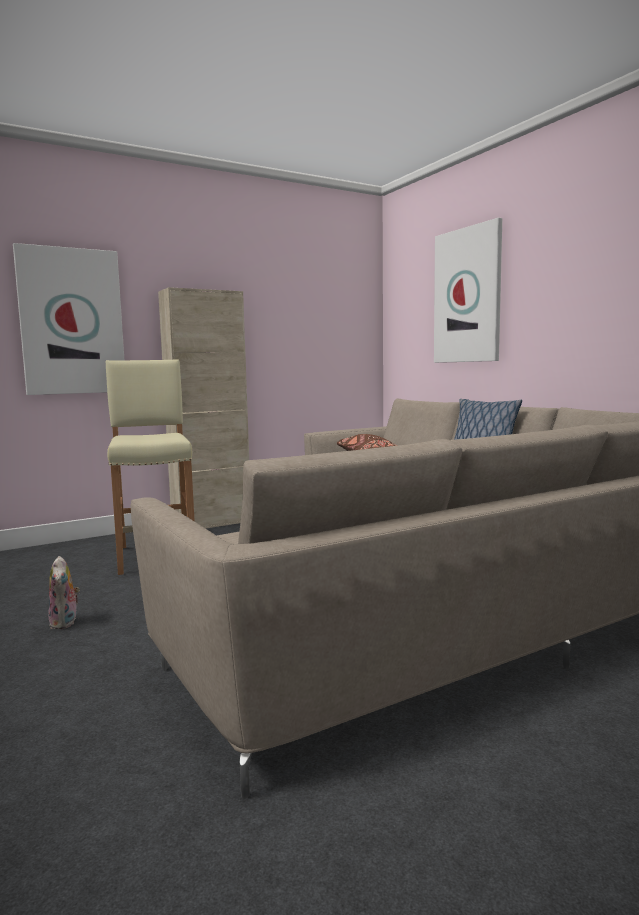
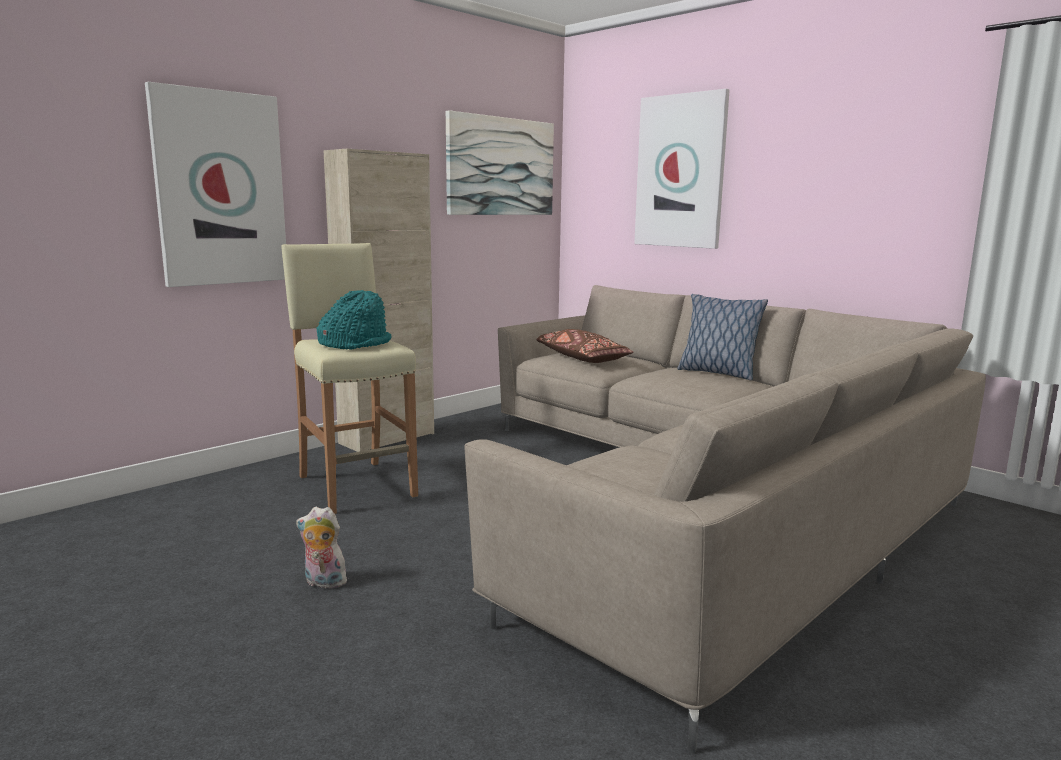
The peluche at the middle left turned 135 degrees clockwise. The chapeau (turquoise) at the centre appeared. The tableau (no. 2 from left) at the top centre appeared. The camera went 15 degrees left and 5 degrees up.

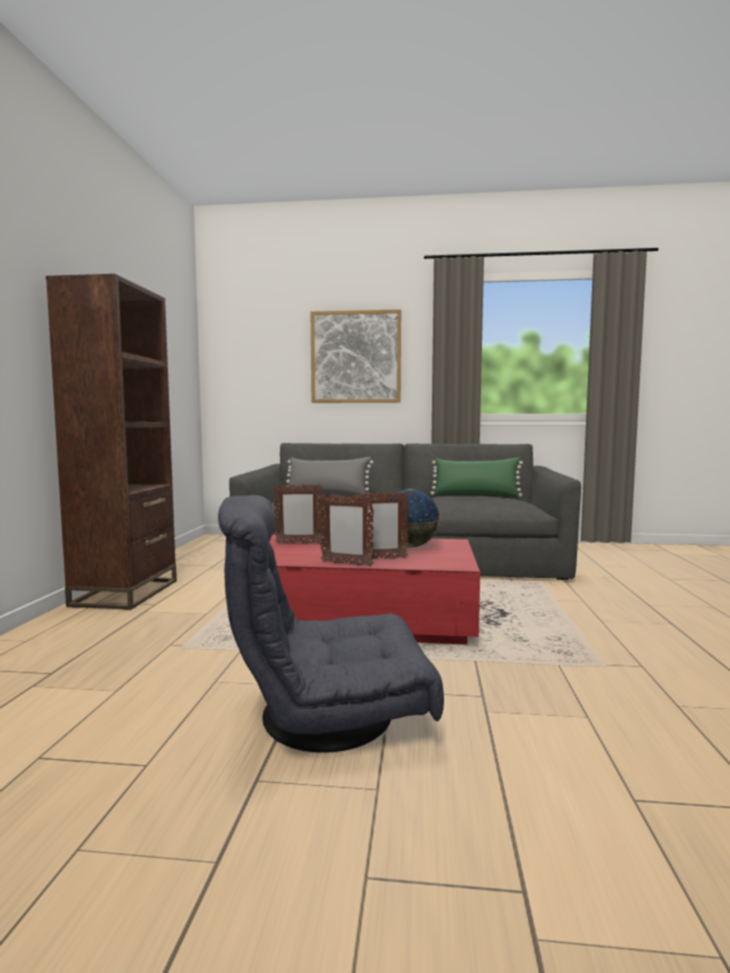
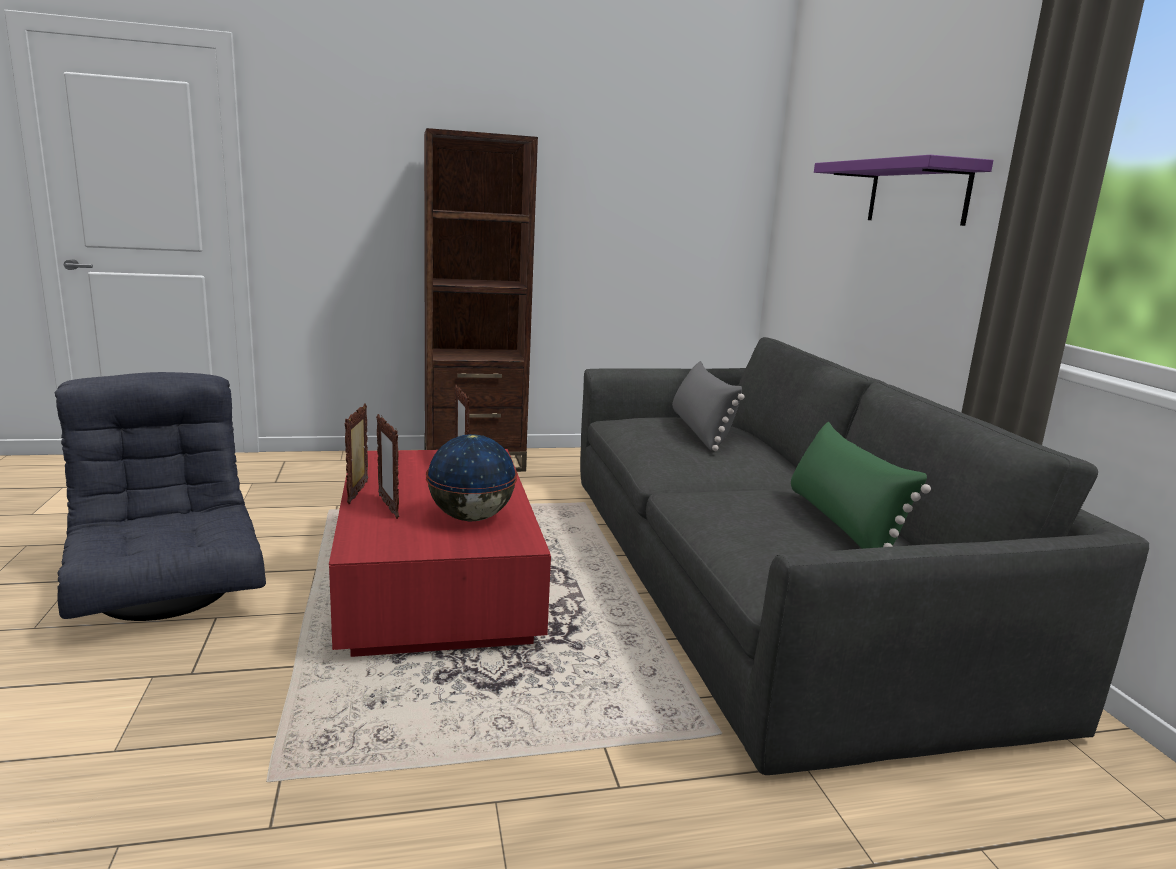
The tableau at the centre was replaced by the étagère (violet) at the top right. The camera went 70 degrees right and 10 degrees up.

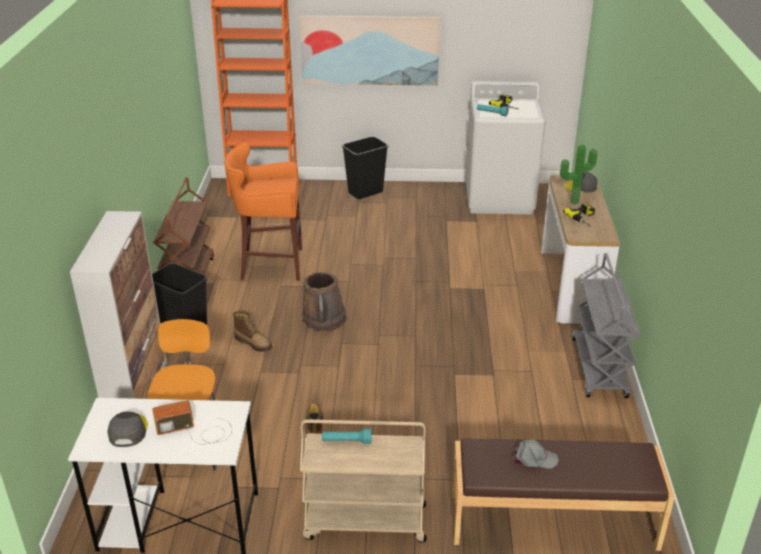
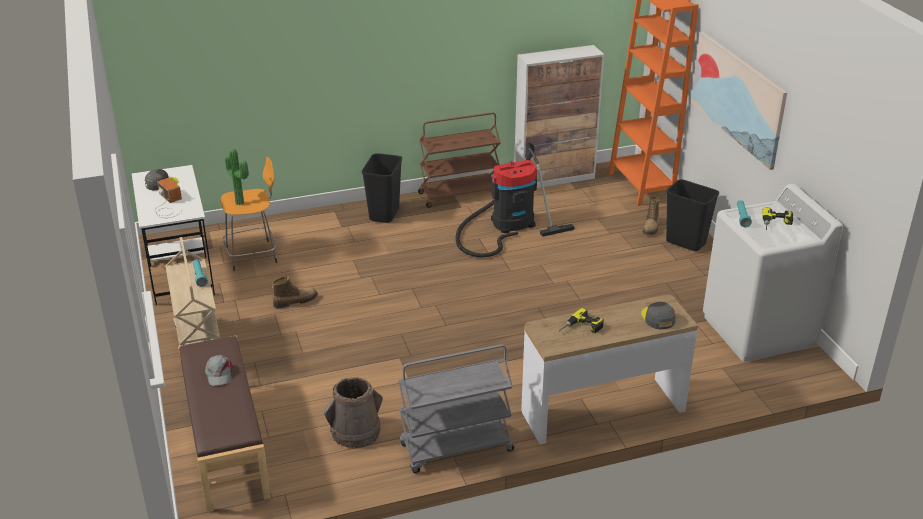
The meuble de rangement moved from the middle left to the top centre. The tabouret (orange) (no. 2 from left) at the centre was replaced by the aspirateur at the centre. The botte (no. 1 from left in the first image) moved from the middle left to the middle right. The seau (marron) moved from the centre to the bottom centre. The plante en pot moved from the top right to the middle left. The camera went 70 degrees right and 0 degrees up.

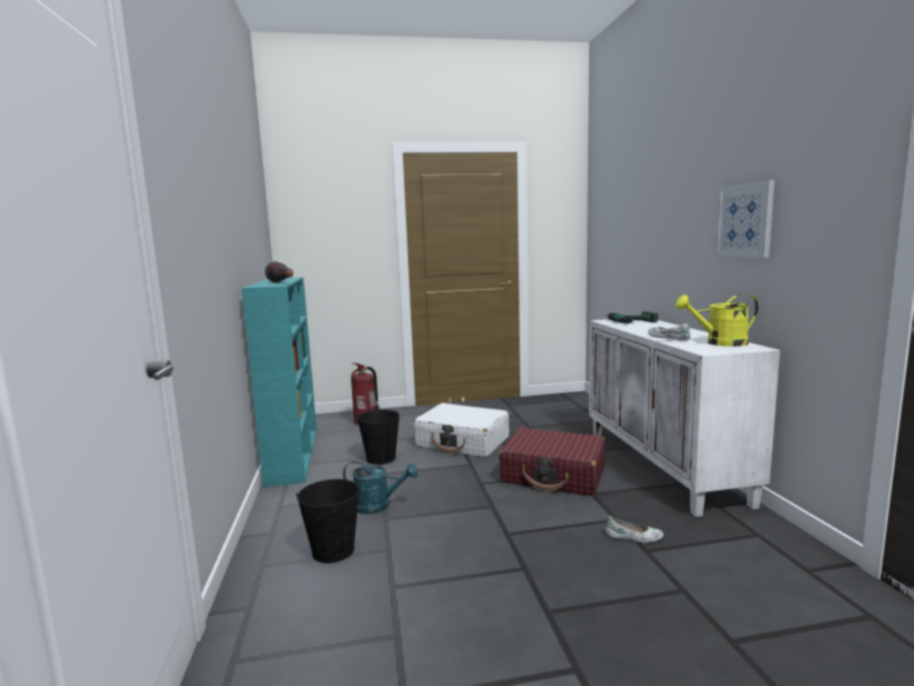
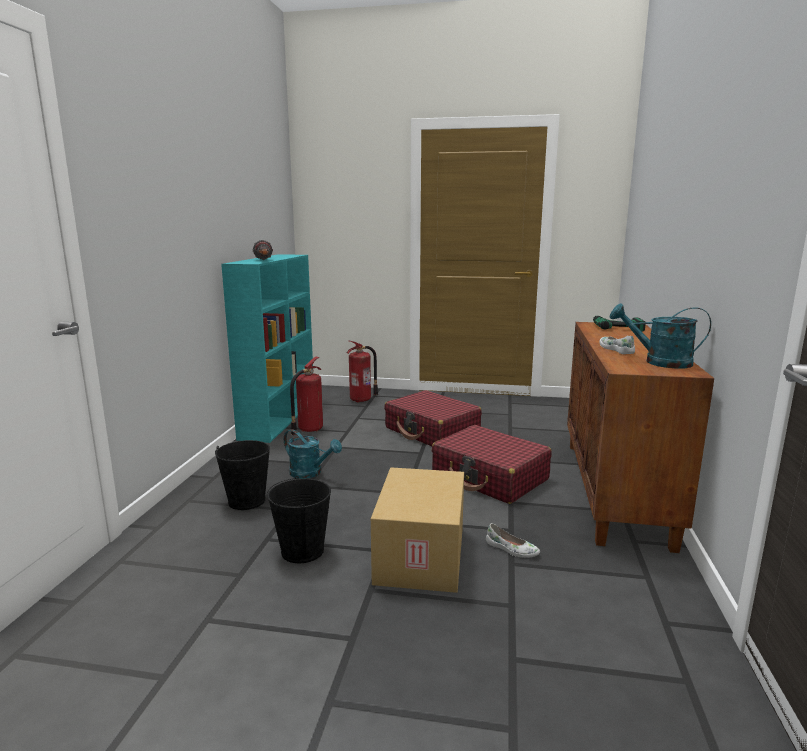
The seau (noir) (no. 2 from left) moved from the centre to the bottom centre. The valise (blanc) at the centre became the valise (rouge) (no. 1 from left) at the centre. The meuble de rangement (blanc) at the middle right became the meuble de rangement (marron) at the middle right. The arrosoir (jaune) at the middle right became the arrosoir (turquoise) (no. 2 from left) at the middle right. The tableau at the top right disappeared. The extincteur (no. 1 from left) at the centre appeared. The carton at the bottom centre appeared. The camera went 20 degrees right and 5 degrees up.

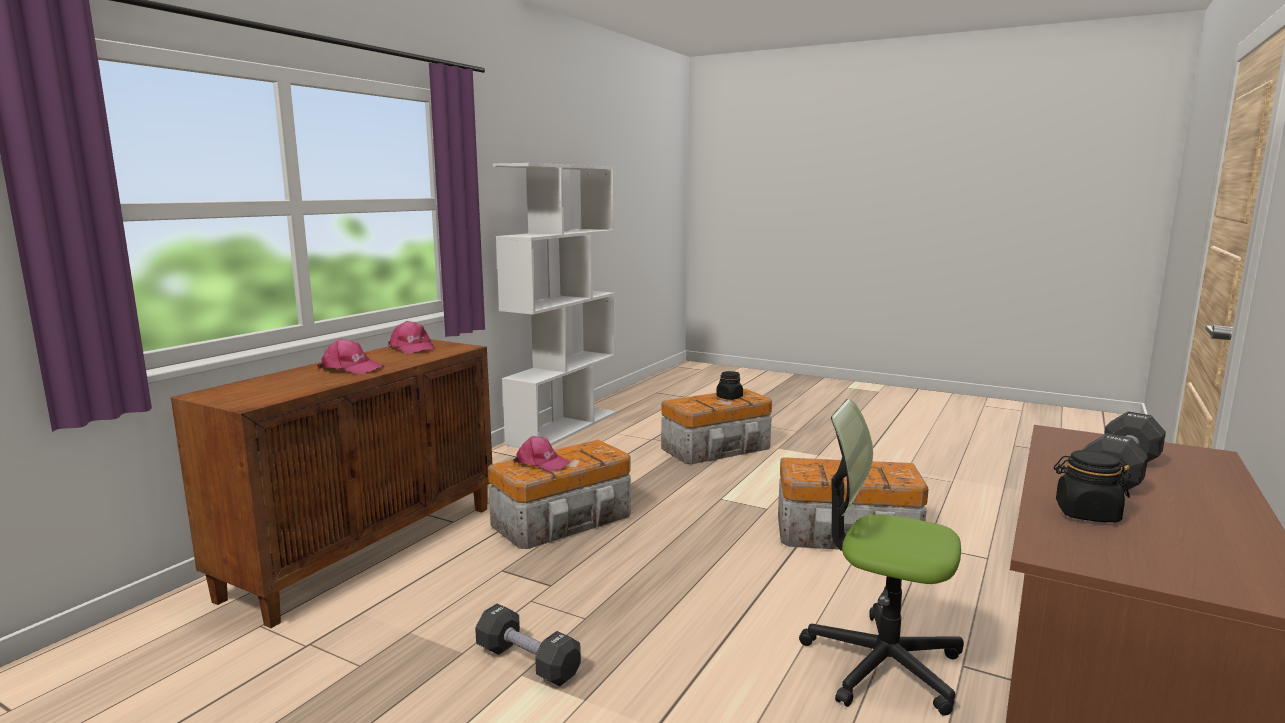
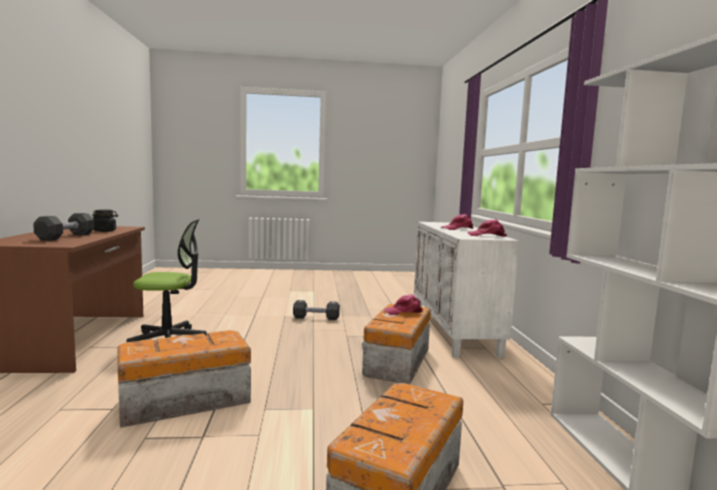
The meuble de rangement (marron) at the bottom left became the meuble de rangement (blanc) at the centre. The bocal (noir) (no. 1 from left) at the centre disappeared. The camera went 145 degrees right and 5 degrees down.

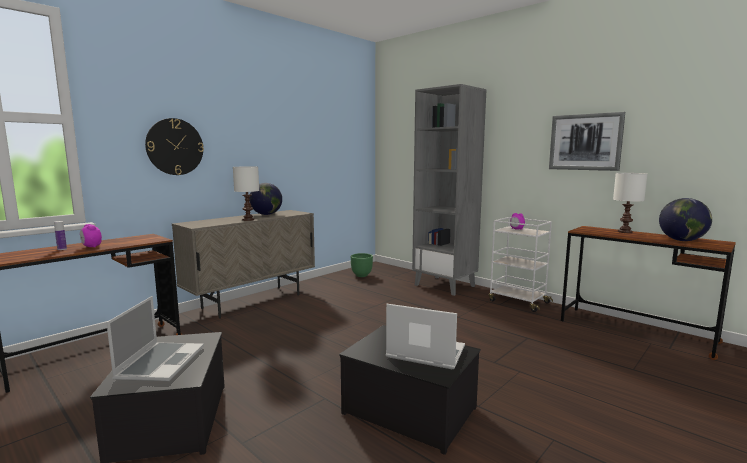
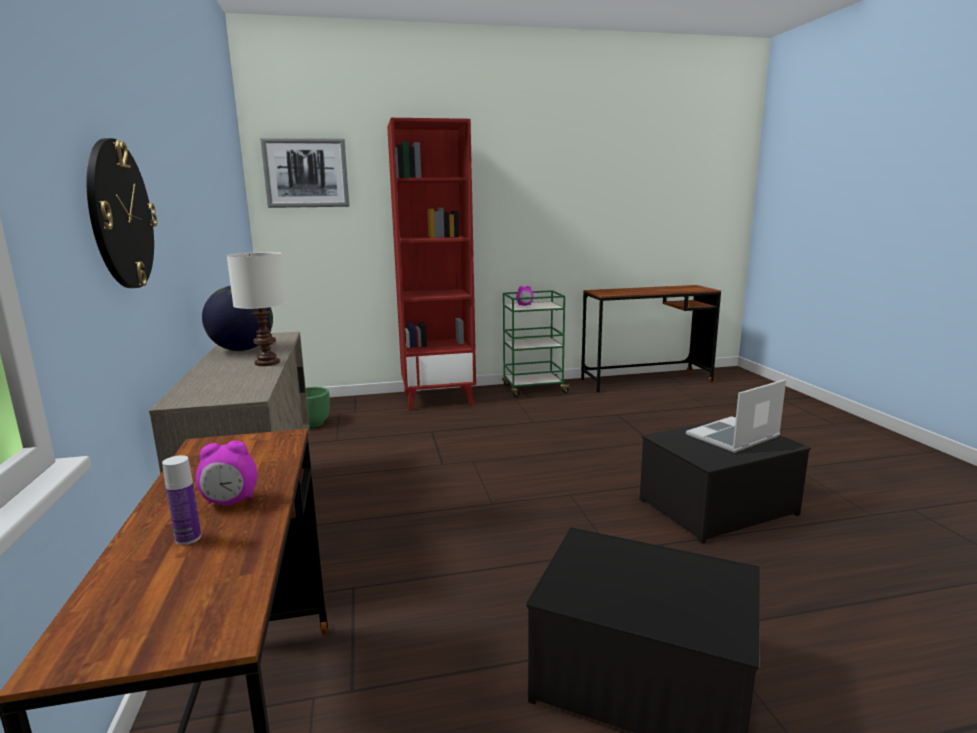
The ordinateur portable (no. 1 from left) at the bottom left disappeared. The bibliothèque (gris) at the centre became the bibliothèque (rouge) at the centre. The chariot (blanc) at the middle right became the chariot (vert) at the centre. The tableau moved from the top right to the top left. The lampe de table (blanc) (no. 2 from left) at the middle right disappeared. The globe (no. 2 from left) at the middle right disappeared. The camera went 55 degrees left and 5 degrees up.

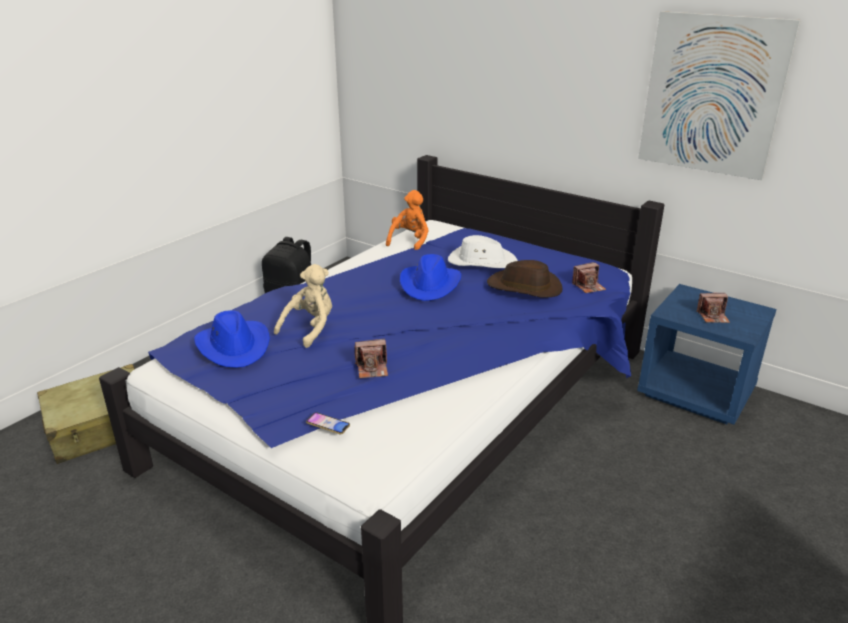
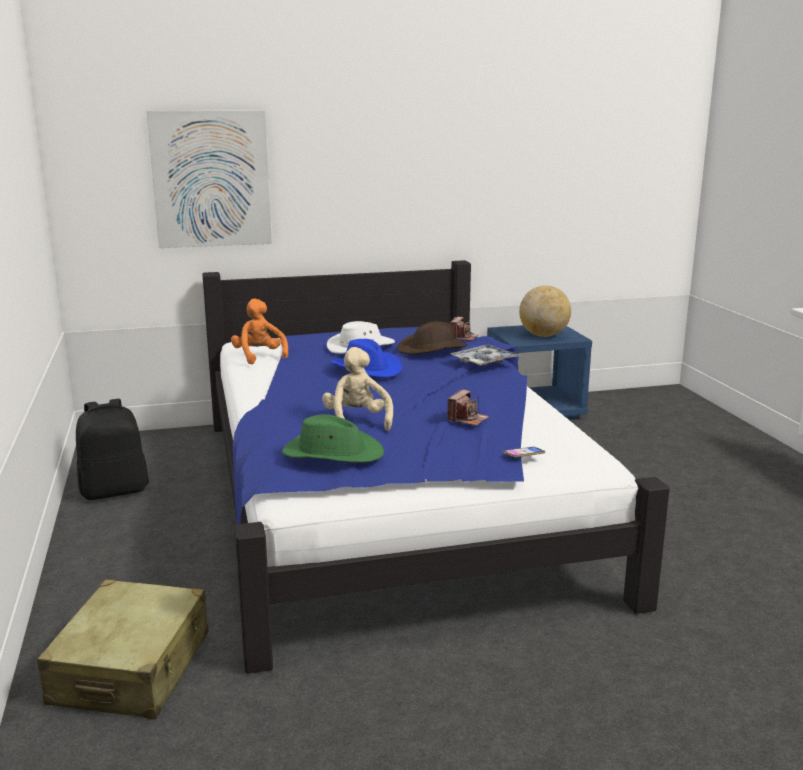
The chapeau (bleu) (no. 1 from left) at the middle left became the chapeau (vert) at the centre. The tableau moved from the top right to the top left. The appareil photo (no. 3 from left) at the middle right was replaced by the globe at the middle right. The plateau at the centre appeared. The camera went 50 degrees left and 10 degrees down.

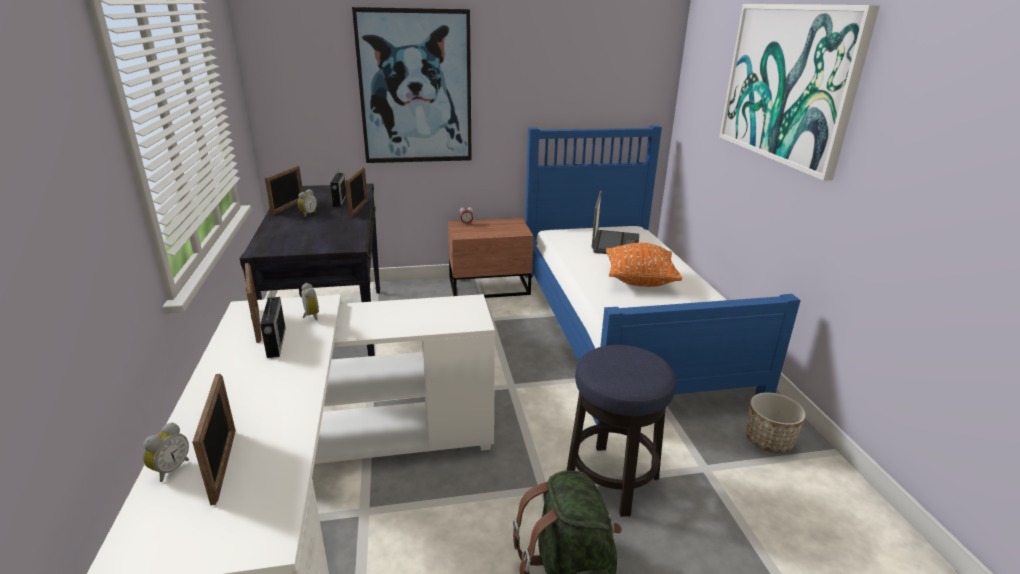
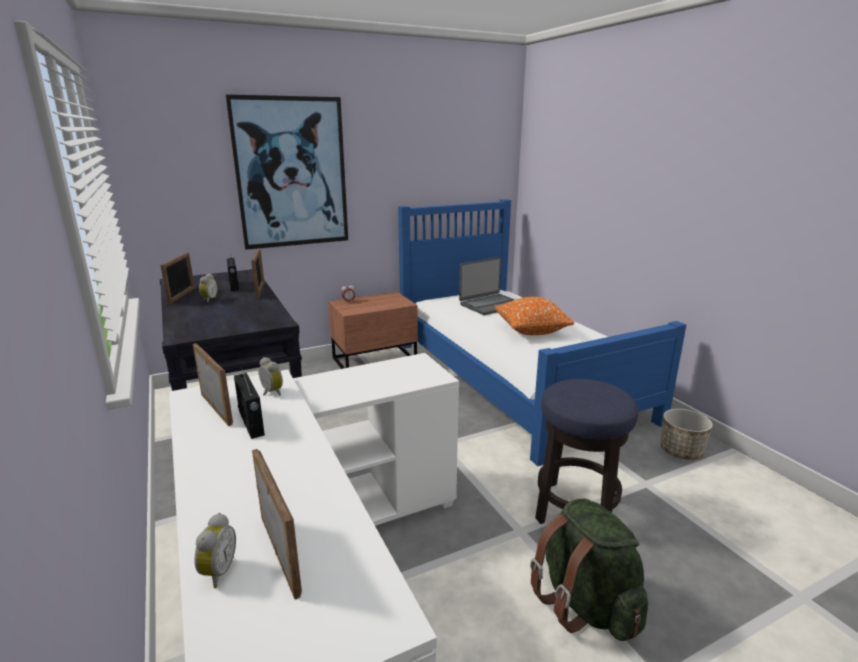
The ordinateur portable at the centre turned 60 degrees clockwise. The tableau (no. 2 from left) at the top right disappeared. The camera went 15 degrees left and 5 degrees down.

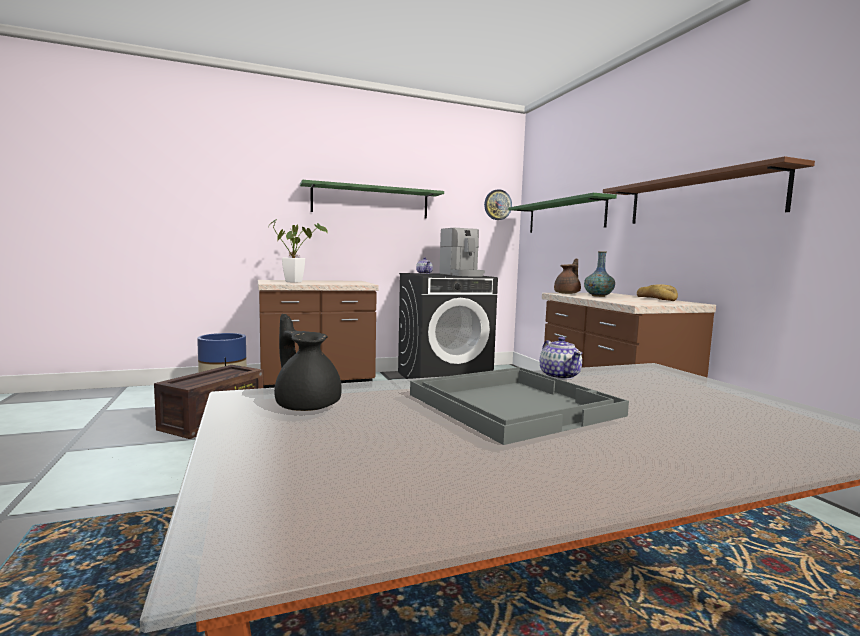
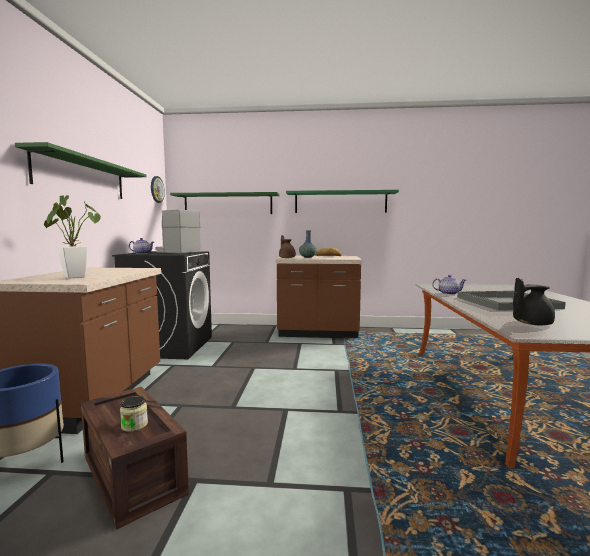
The machine à café at the centre turned 150 degrees counterclockwise. The étagère (marron) at the top right became the étagère (vert) (no. 3 from left) at the centre. The bocal at the bottom left appeared. The camera went 65 degrees left and 0 degrees up.

